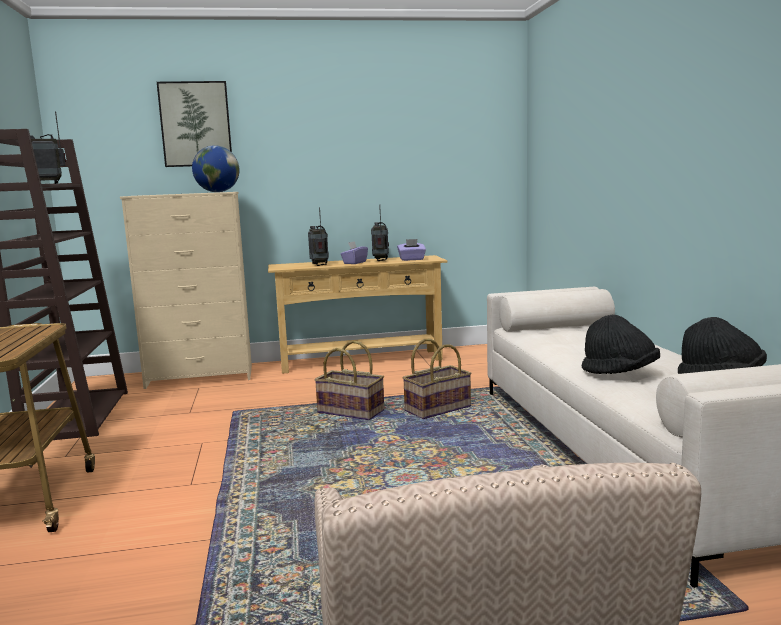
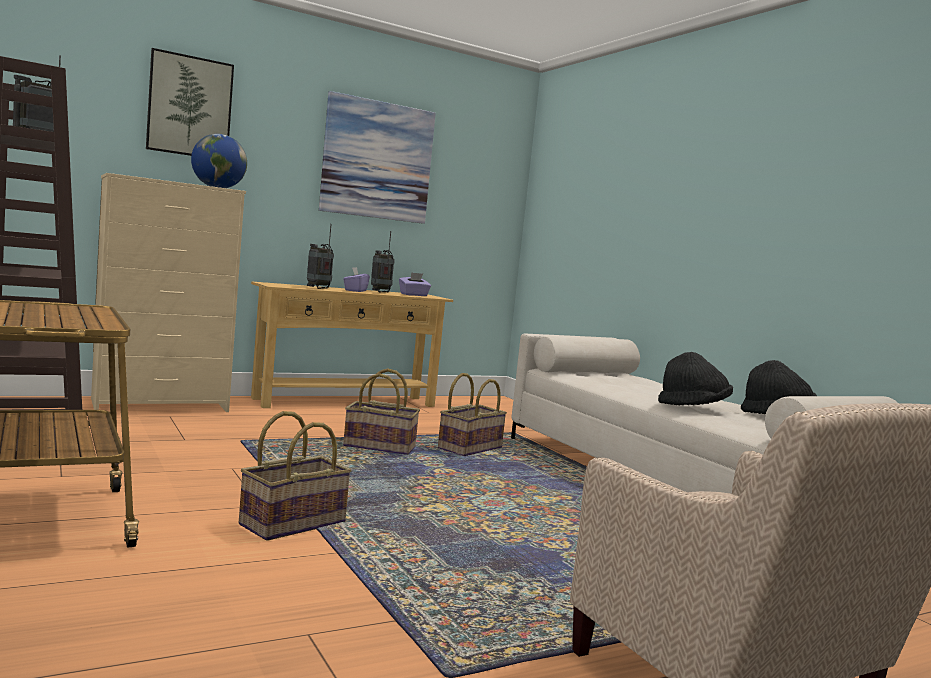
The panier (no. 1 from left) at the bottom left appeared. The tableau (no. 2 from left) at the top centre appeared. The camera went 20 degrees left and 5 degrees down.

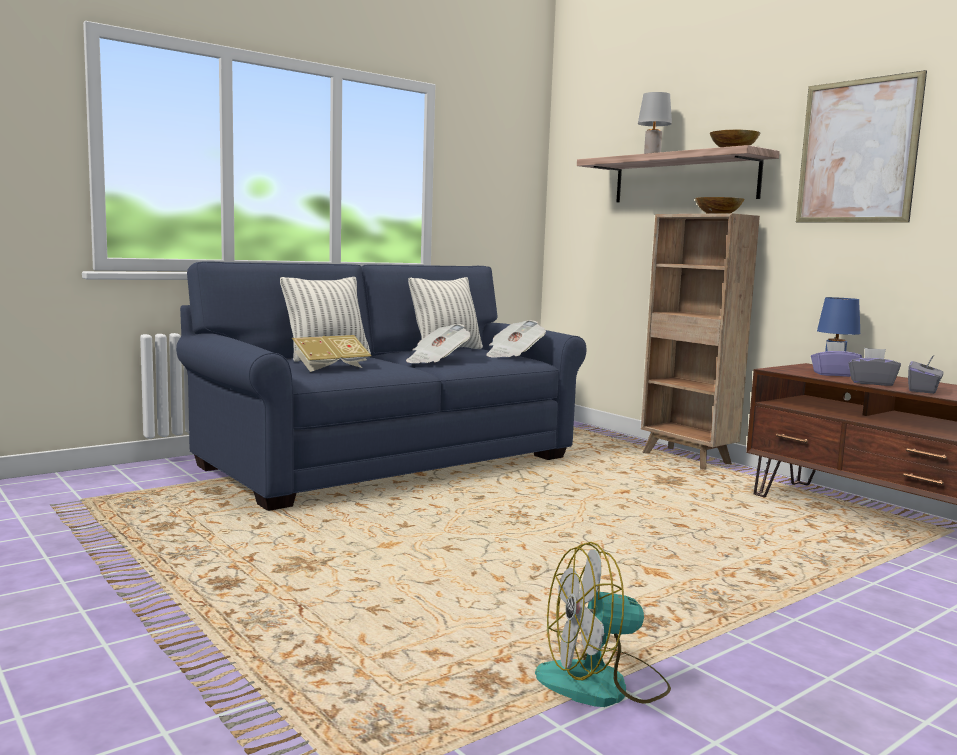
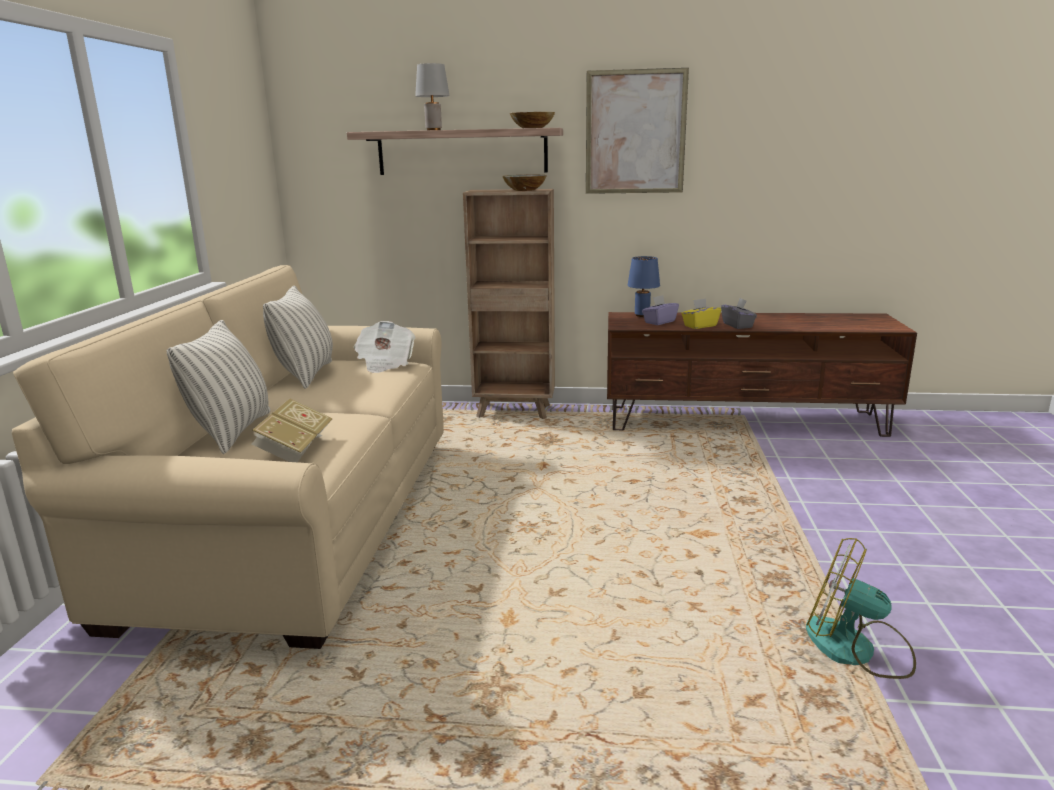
The canapé (bleu) at the centre became the canapé (beige) at the middle left. The journal (no. 1 from left) at the centre disappeared. The ventilateur at the bottom centre turned 90 degrees clockwise. The boîte à mouchoirs (gris) (no. 1 from left) at the middle right became the boîte à mouchoirs (jaune) at the centre. The camera went 45 degrees left and 10 degrees up.

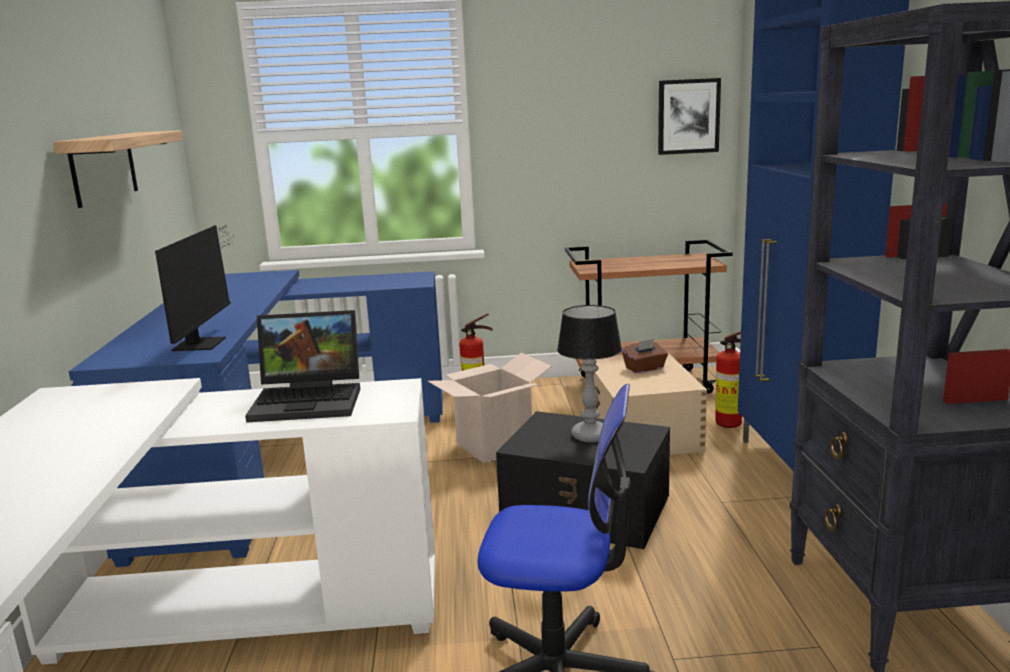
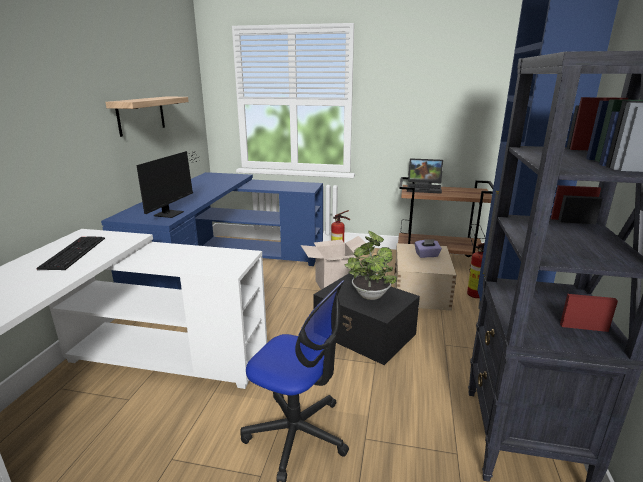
The ordinateur portable moved from the middle left to the centre. The lampe de table at the centre was replaced by the plante en pot at the centre. The boîte à mouchoirs (marron) at the centre became the boîte à mouchoirs (violet) at the centre. The tableau at the top right disappeared. The clavier at the middle left appeared. The camera went 15 degrees right and 5 degrees up.

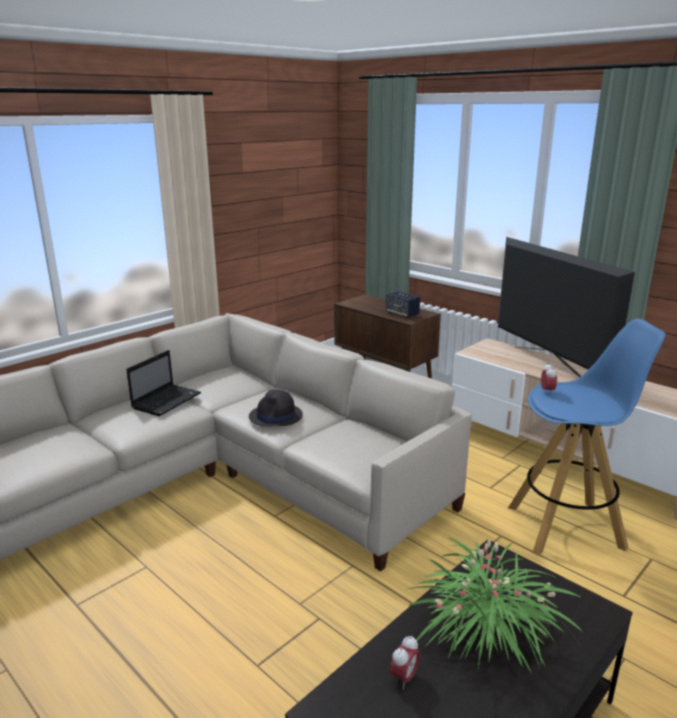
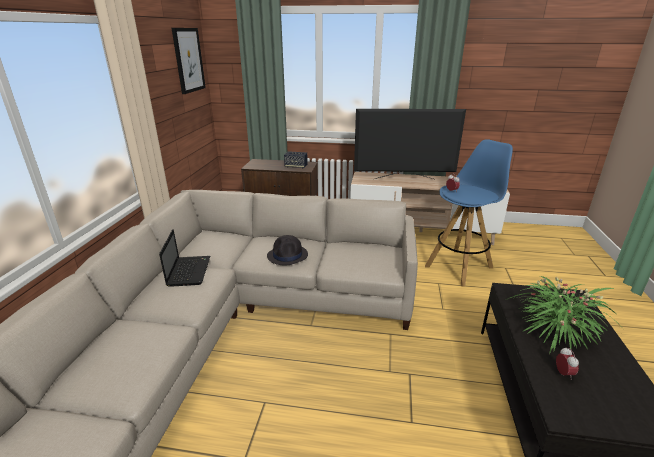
The téléviseur at the middle right turned 150 degrees clockwise. The tableau at the top left appeared. The camera went 35 degrees left and 5 degrees up.

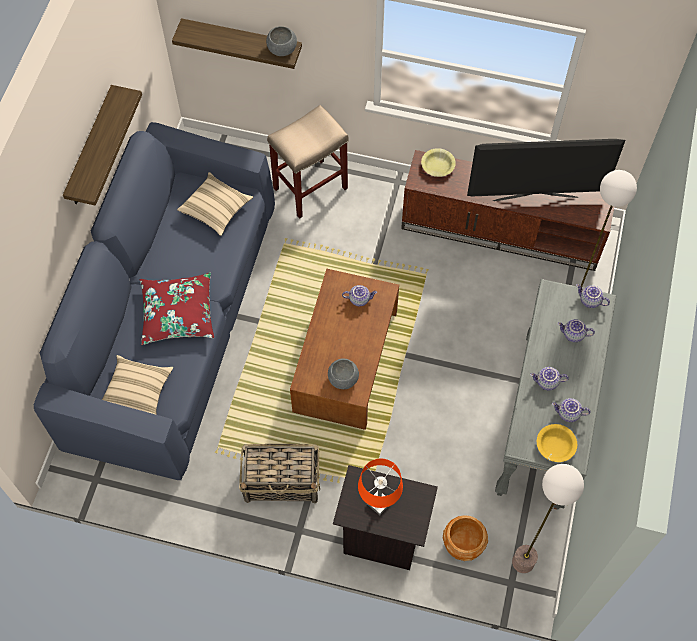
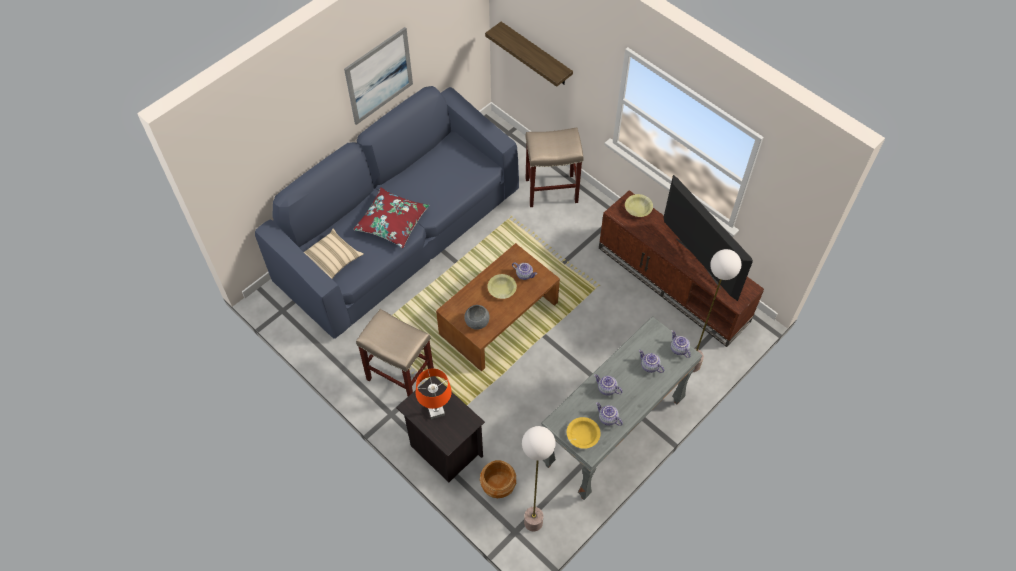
The étagère (no. 1 from left) at the top left was replaced by the tableau at the top centre. The coussin (beige) (no. 2 from left) at the top left disappeared. The panier at the bottom centre was replaced by the tabouret (beige) (no. 1 from left) at the centre. The bol (gris) (no. 1 from left) at the top centre disappeared. The téléviseur at the top right turned 150 degrees counterclockwise. The bol (jaune) (no. 1 from left) at the centre appeared. The camera went 30 degrees right and 5 degrees down.

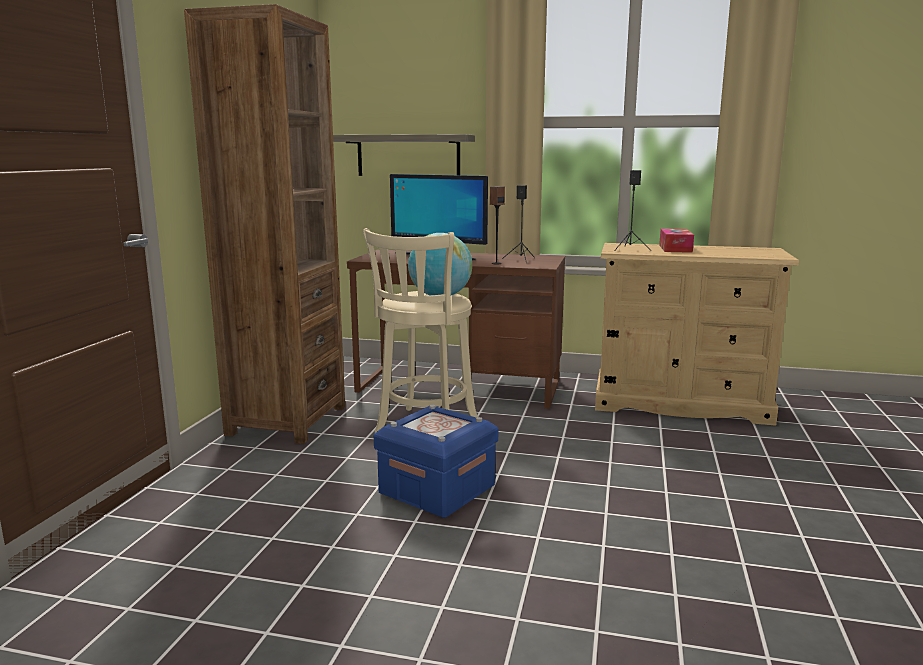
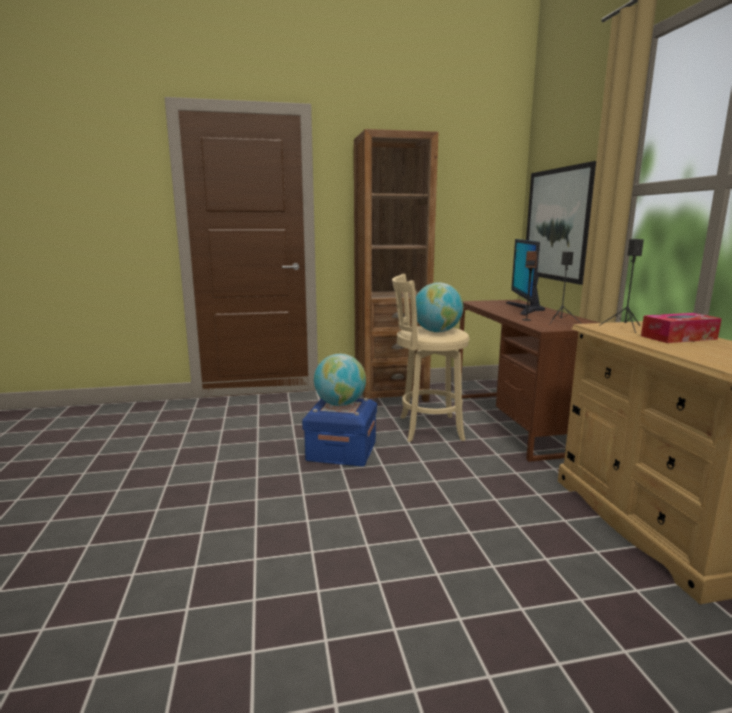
The étagère at the top centre was replaced by the tableau at the top right. The globe (no. 1 from left) at the centre appeared. The camera went 65 degrees right and 0 degrees up.

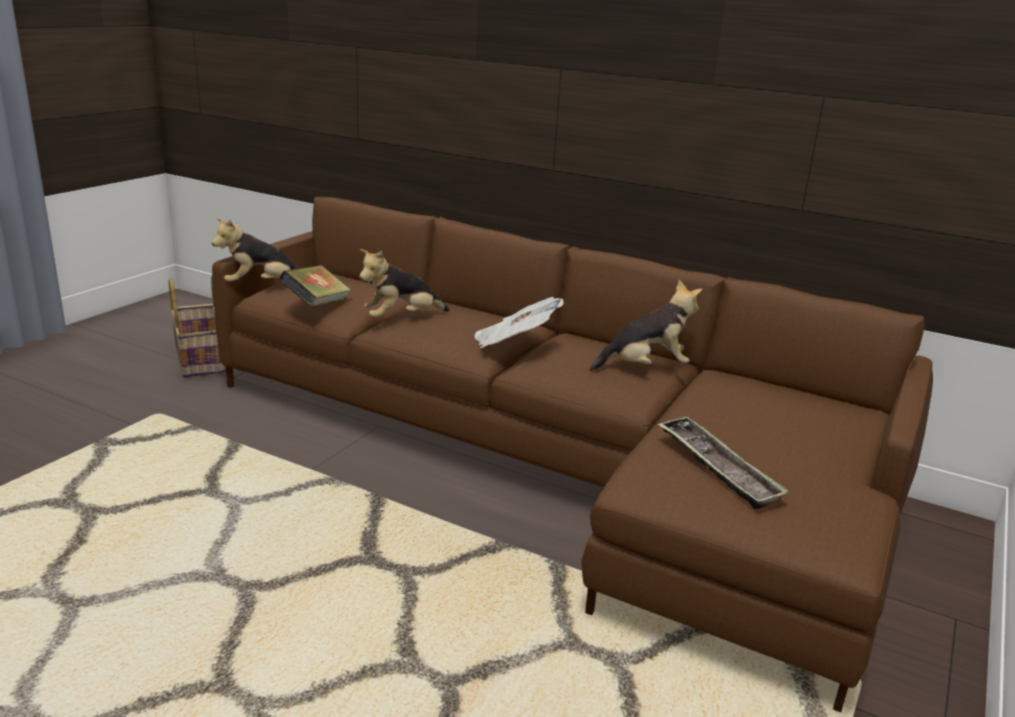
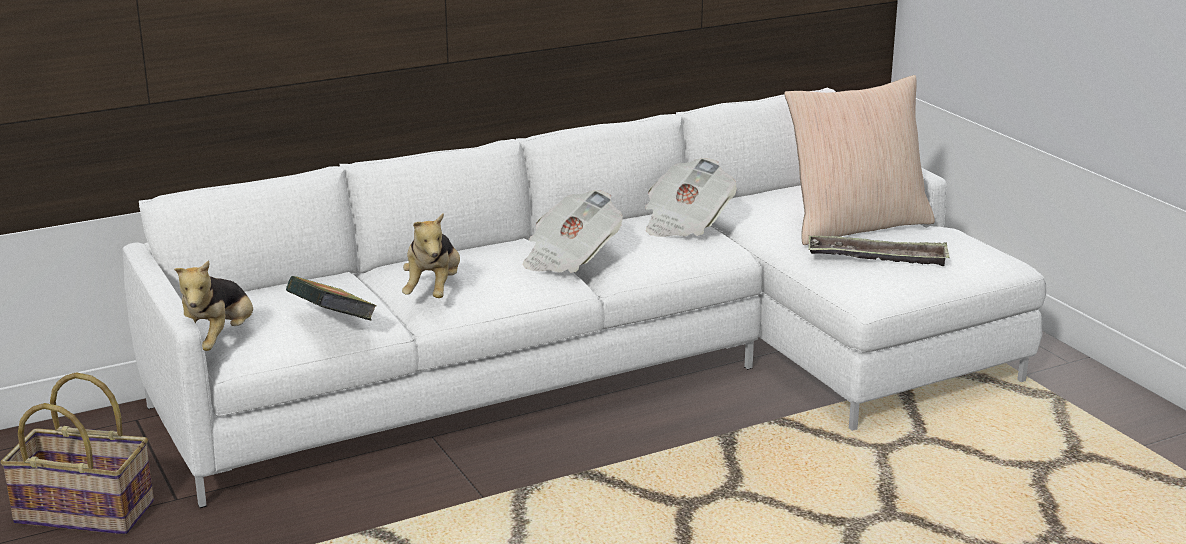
The canapé (marron) at the centre became the canapé (blanc) at the centre. The peluche (no. 3 from left) at the centre was replaced by the journal (no. 2 from left) at the centre. The coussin (beige) at the top right appeared. The camera went 55 degrees left and 0 degrees up.

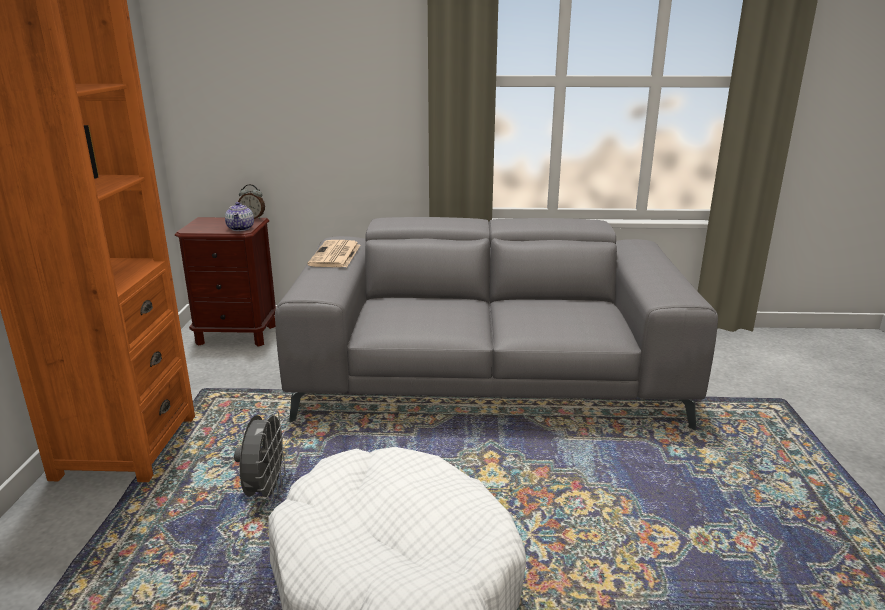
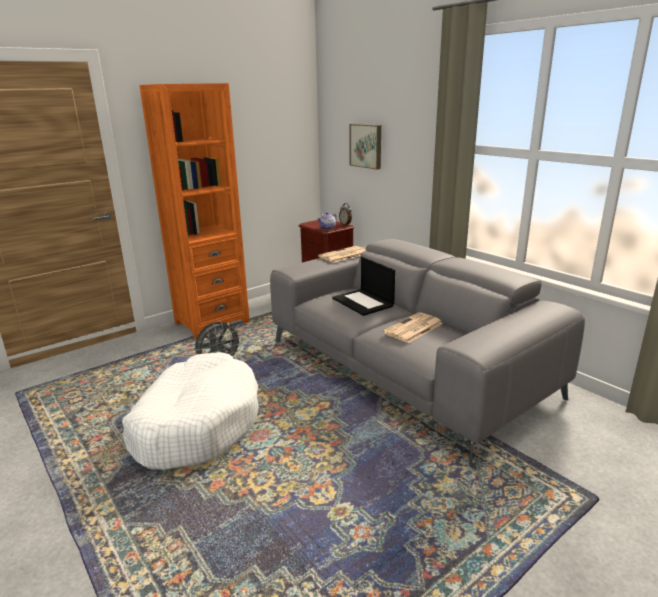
The ordinateur portable at the centre appeared. The tableau at the top centre appeared. The journal (no. 2 from left) at the centre appeared. The camera went 50 degrees right and 0 degrees up.

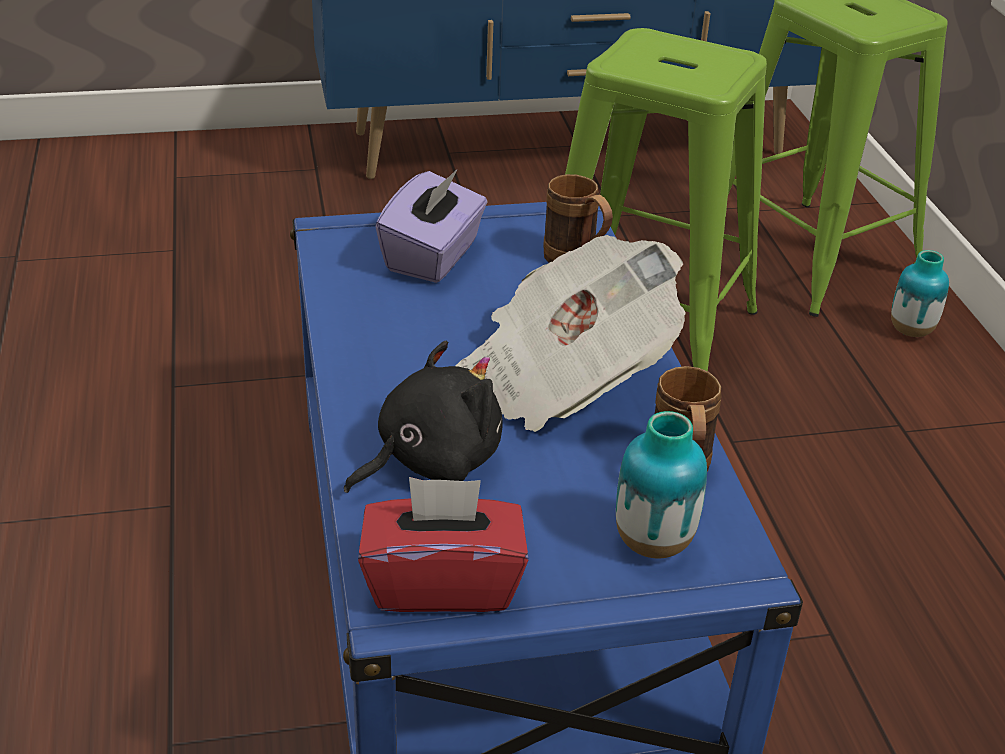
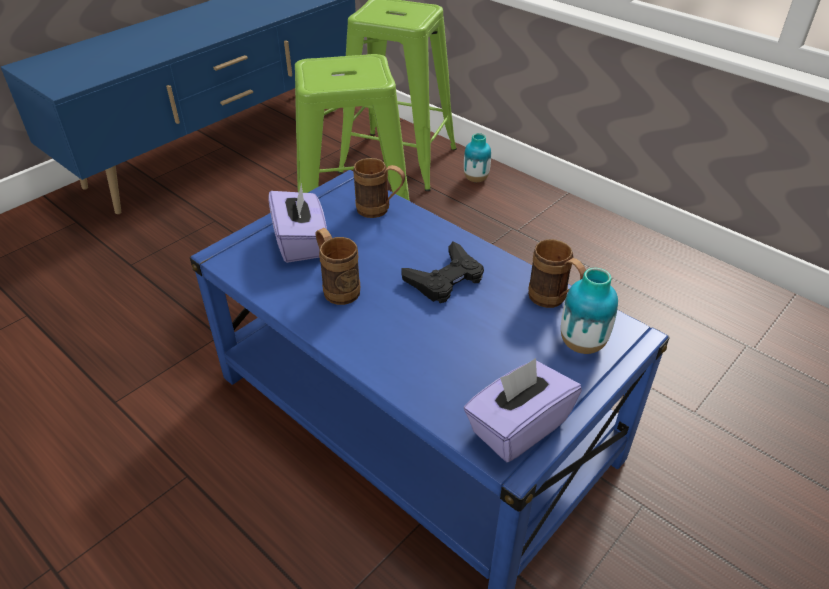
The peluche (noir) at the centre disappeared. The boîte à mouchoirs (rouge) at the bottom centre became the boîte à mouchoirs (violet) (no. 2 from left) at the bottom centre. The journal at the centre was replaced by the manette (noir) at the centre. The mug (marron) (no. 1 from left) at the centre appeared. The camera went 35 degrees left and 5 degrees up.

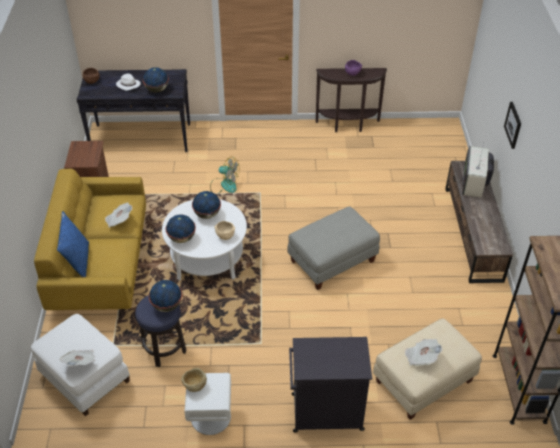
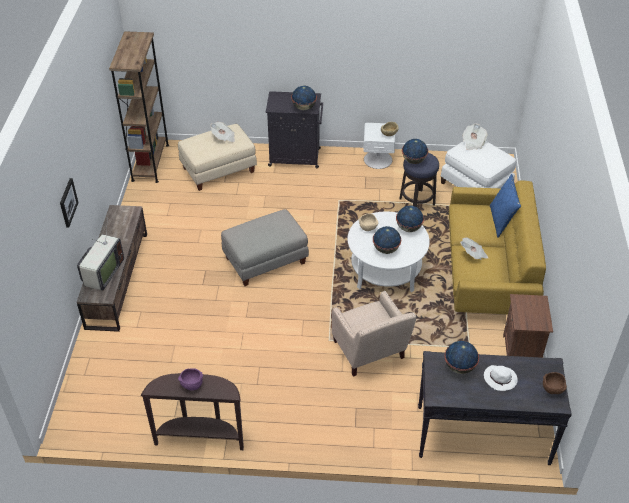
The ventilateur at the centre was replaced by the fauteuil (beige) at the centre. The globe (no. 1 from left) at the top centre appeared. The camera went 175 degrees left and 0 degrees up.

